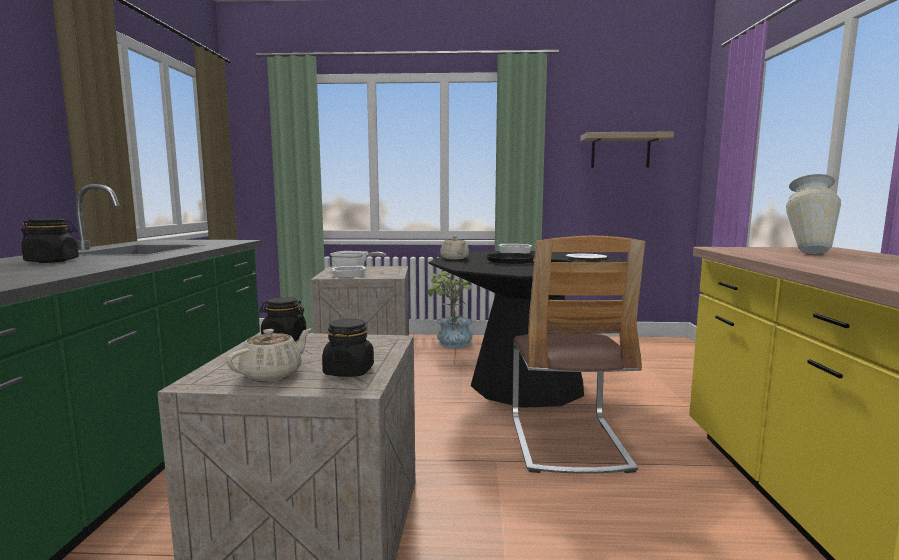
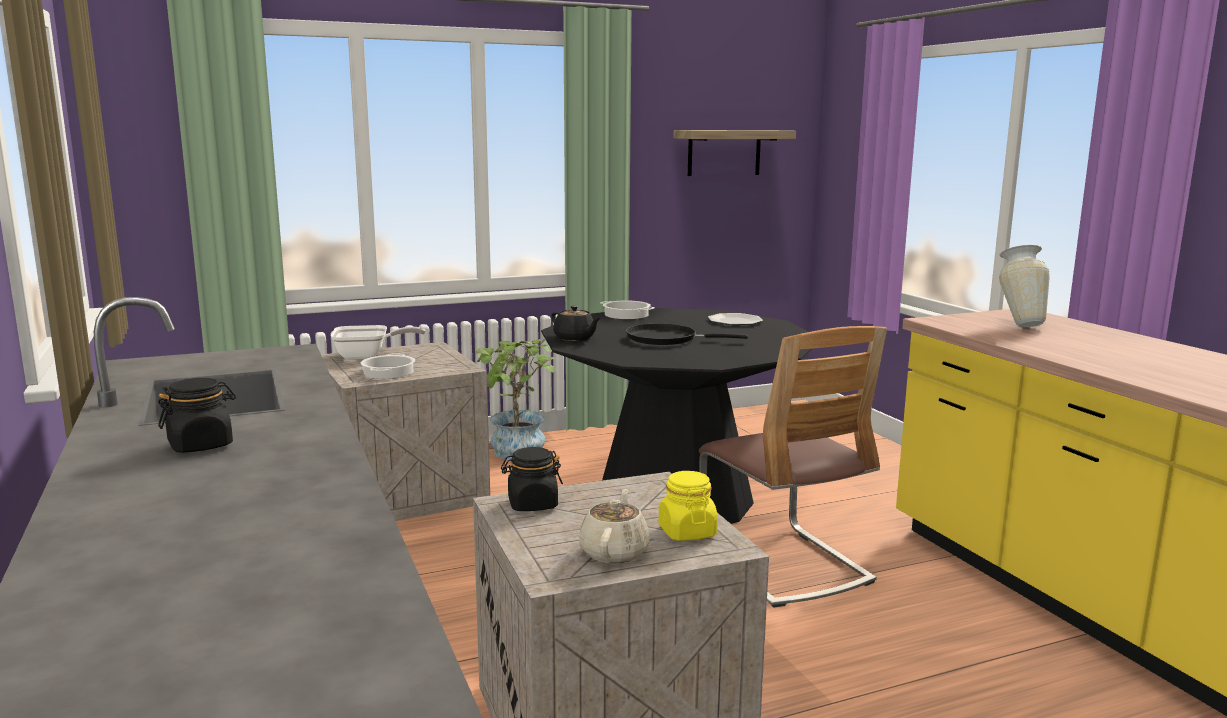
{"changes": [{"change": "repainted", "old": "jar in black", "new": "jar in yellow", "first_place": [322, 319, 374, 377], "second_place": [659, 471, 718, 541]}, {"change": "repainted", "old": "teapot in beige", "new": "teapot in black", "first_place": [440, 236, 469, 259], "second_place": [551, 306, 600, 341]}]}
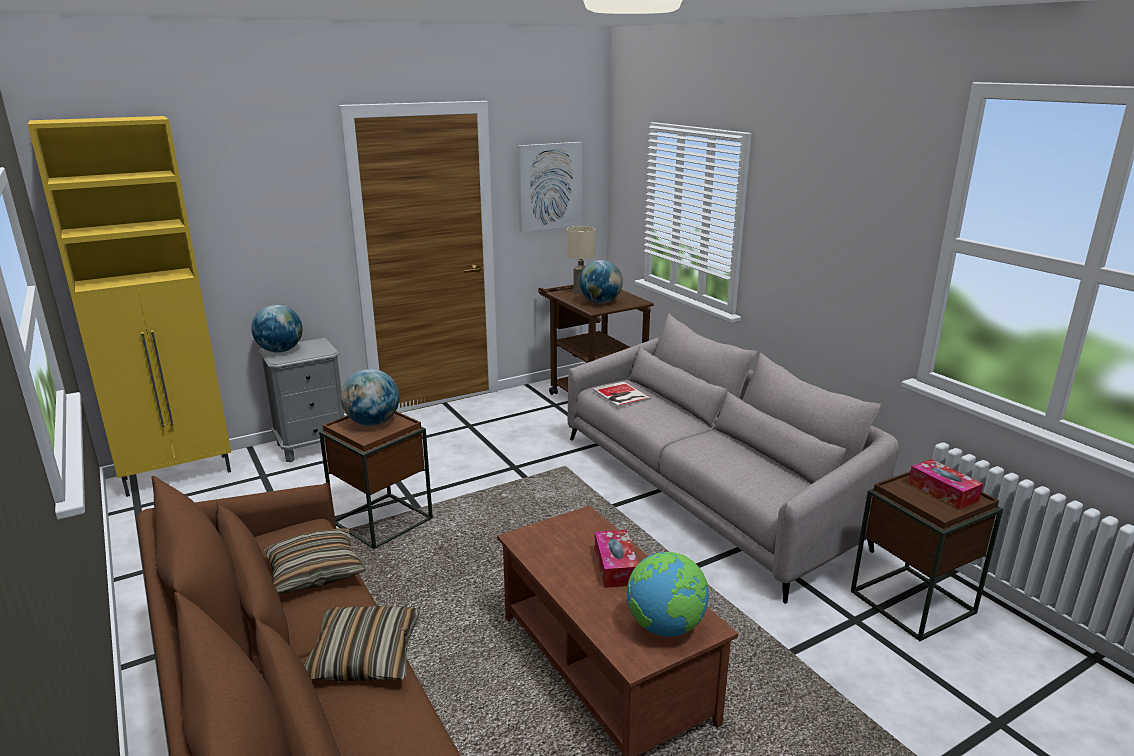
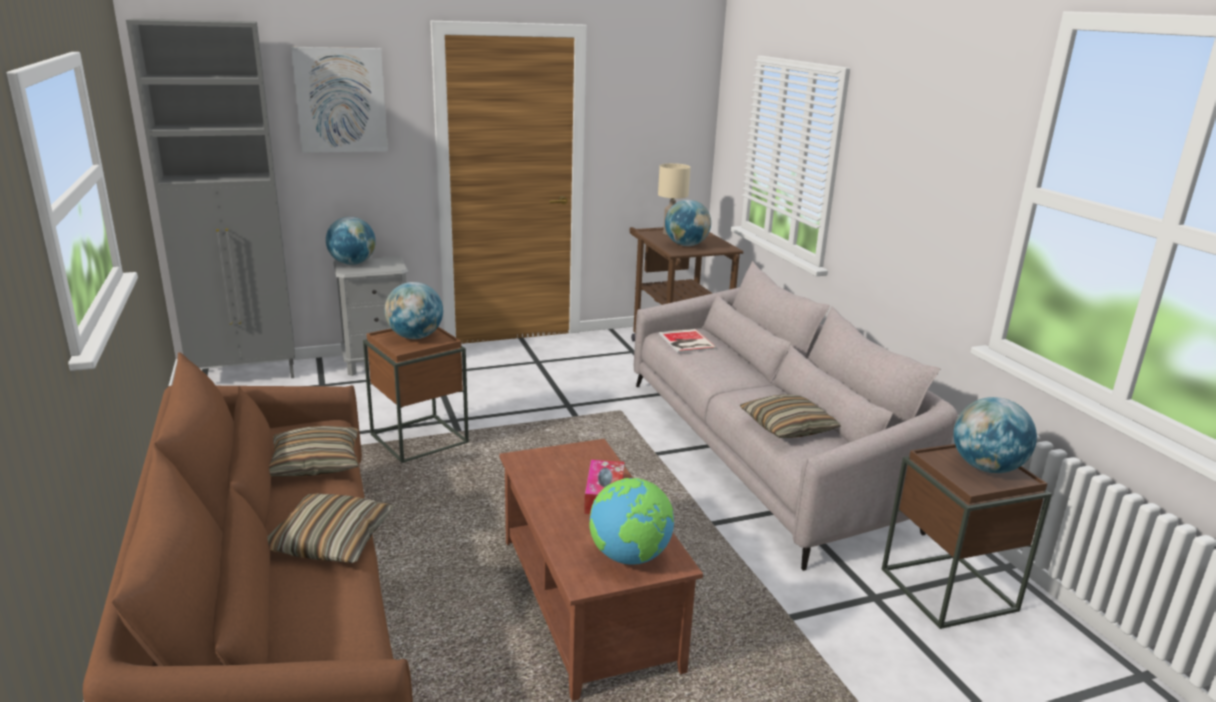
{"changes": [{"change": "new", "new": "pillow", "second_place": [740, 394, 841, 438]}, {"change": "shifted", "old": "picture", "first_place": [518, 142, 582, 232], "second_place": [291, 47, 388, 153]}, {"change": "swapped", "old": "tissue box", "new": "globe", "first_place": [908, 459, 983, 510], "second_place": [953, 397, 1037, 473]}, {"change": "repainted", "old": "cabinet in yellow", "new": "cabinet in grey", "first_place": [27, 116, 231, 497], "second_place": [126, 18, 295, 378]}]}
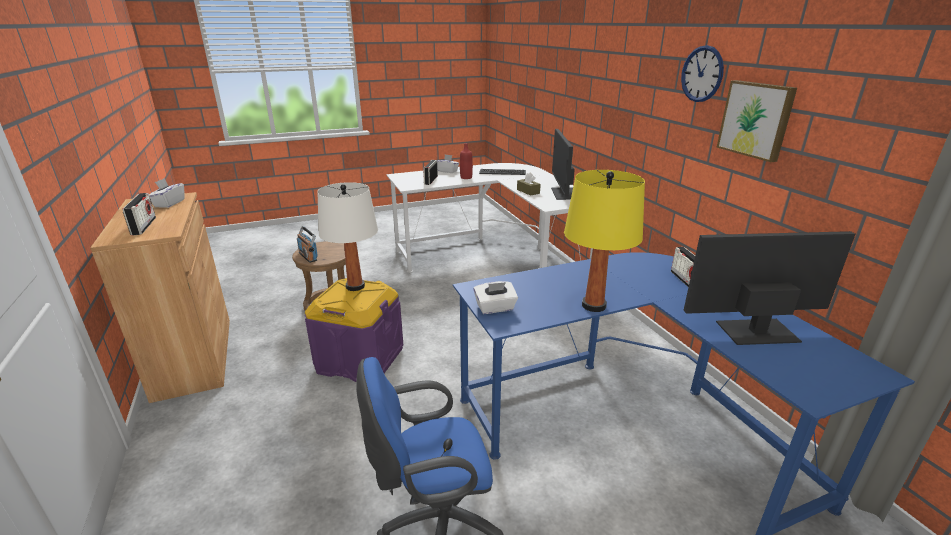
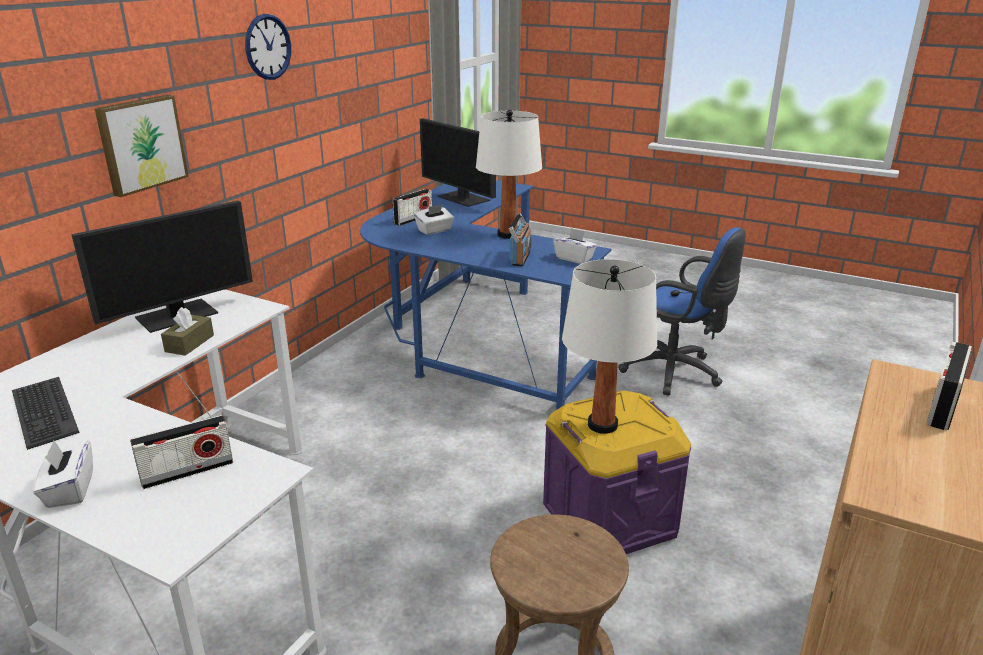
{"changes": [{"change": "gone", "old": "bottle in red", "first_place": [460, 143, 473, 179]}, {"change": "shifted", "old": "tissue box in white", "first_place": [149, 178, 184, 208], "second_place": [414, 205, 454, 235]}, {"change": "shifted", "old": "radio", "first_place": [297, 226, 318, 263], "second_place": [509, 213, 532, 266]}, {"change": "shifted", "old": "picture", "first_place": [716, 80, 797, 162], "second_place": [95, 95, 189, 197]}, {"change": "repainted", "old": "table lamp in yellow", "new": "table lamp in white", "first_place": [564, 170, 645, 312], "second_place": [476, 110, 542, 239]}]}
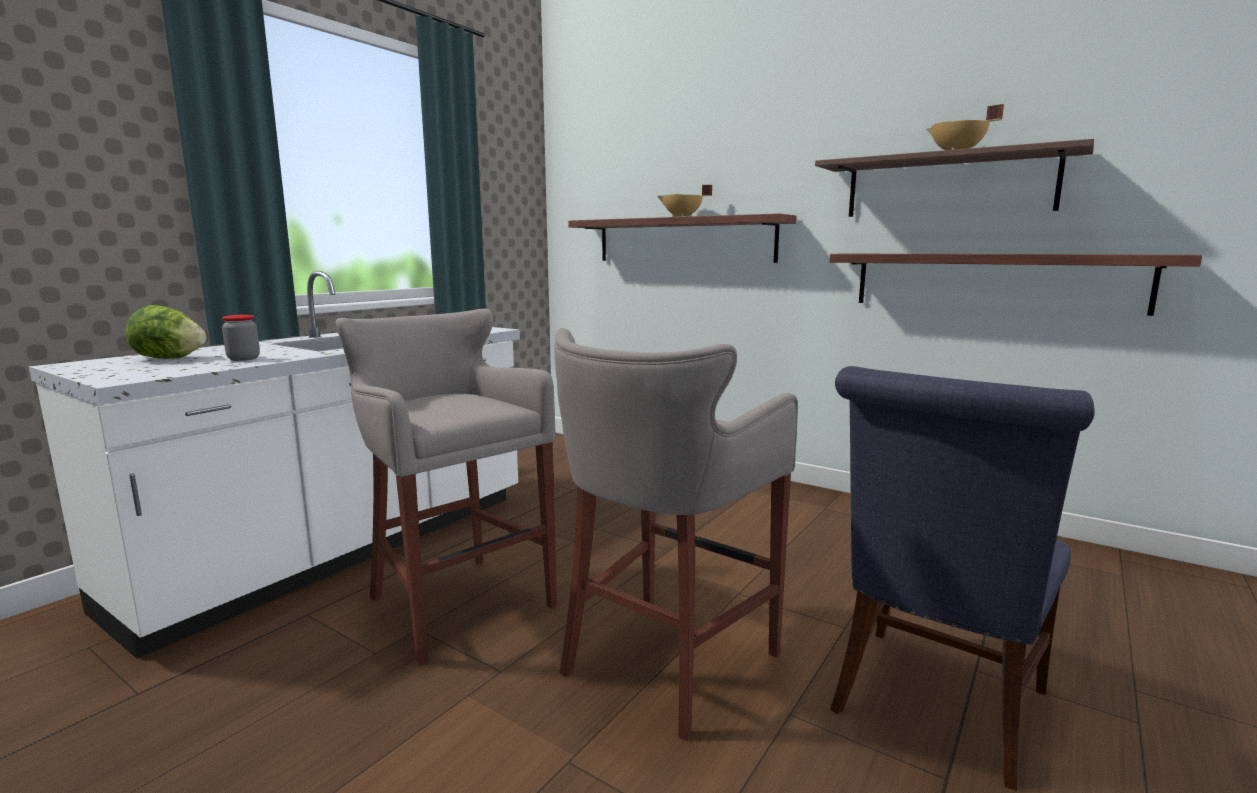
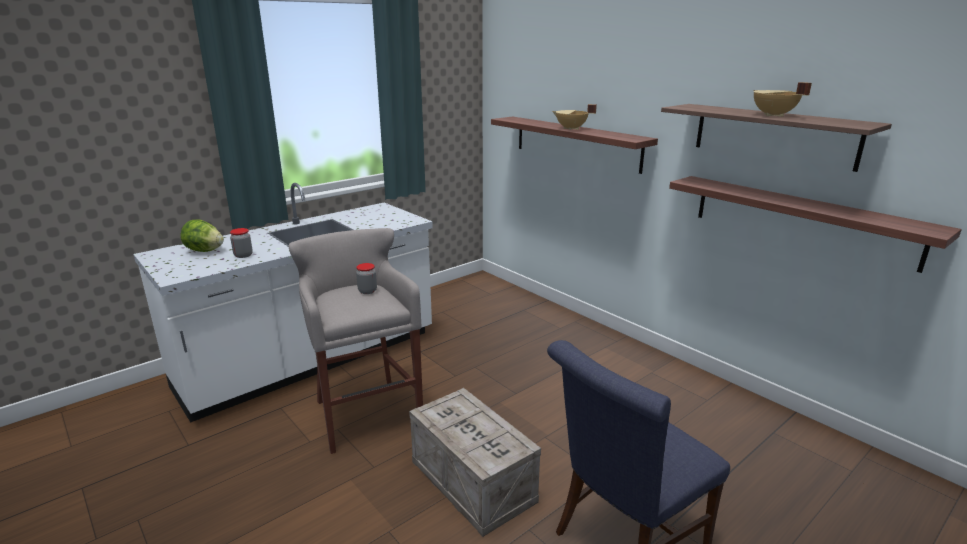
{"changes": [{"change": "new", "new": "jar", "second_place": [356, 263, 377, 294]}, {"change": "swapped", "old": "stool in grey", "new": "crate", "first_place": [554, 328, 798, 741], "second_place": [409, 388, 541, 537]}]}
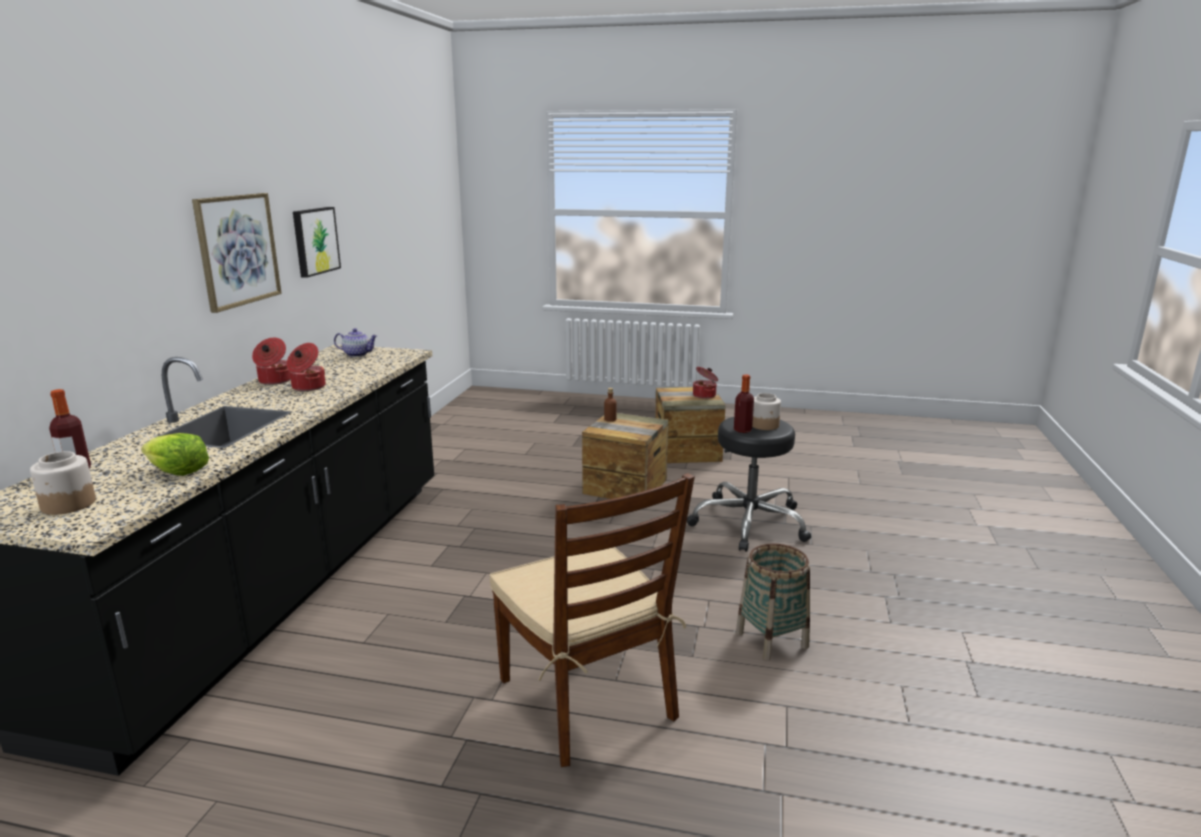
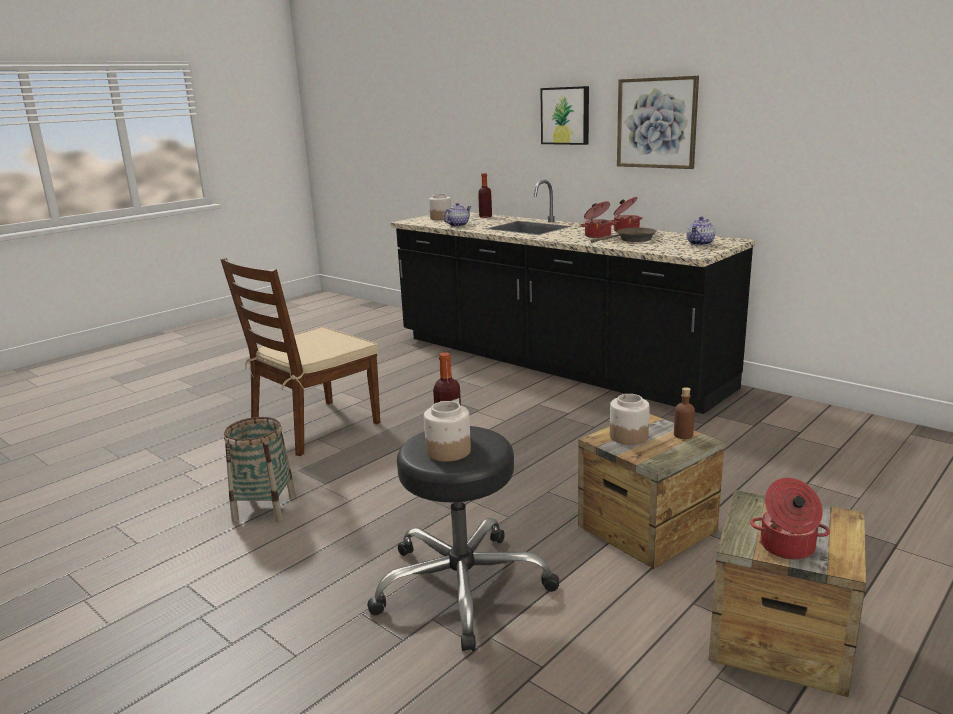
{"changes": [{"change": "new", "new": "frying pan in brown", "second_place": [590, 227, 657, 243]}, {"change": "new", "new": "jar", "second_place": [610, 394, 650, 445]}, {"change": "shifted", "old": "picture", "first_place": [293, 207, 341, 278], "second_place": [540, 86, 589, 145]}, {"change": "swapped", "old": "lettuce", "new": "teapot", "first_place": [141, 433, 209, 476], "second_place": [443, 203, 472, 227]}, {"change": "rotated", "old": "chair in brown", "first_place": [490, 473, 695, 767], "second_place": [220, 257, 380, 456], "degrees": -45}]}
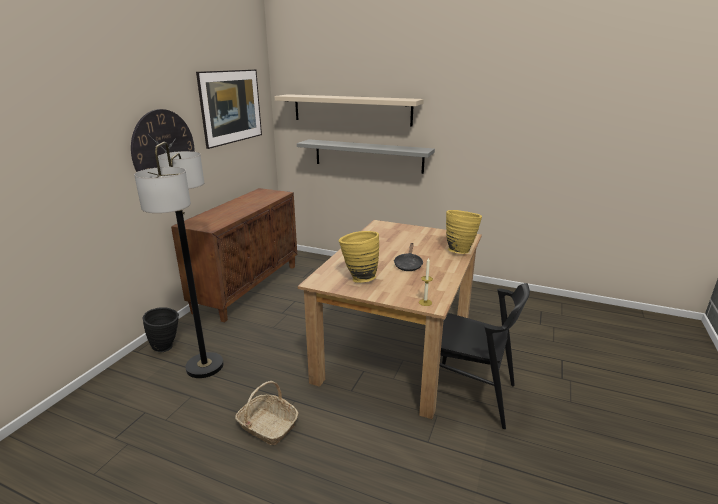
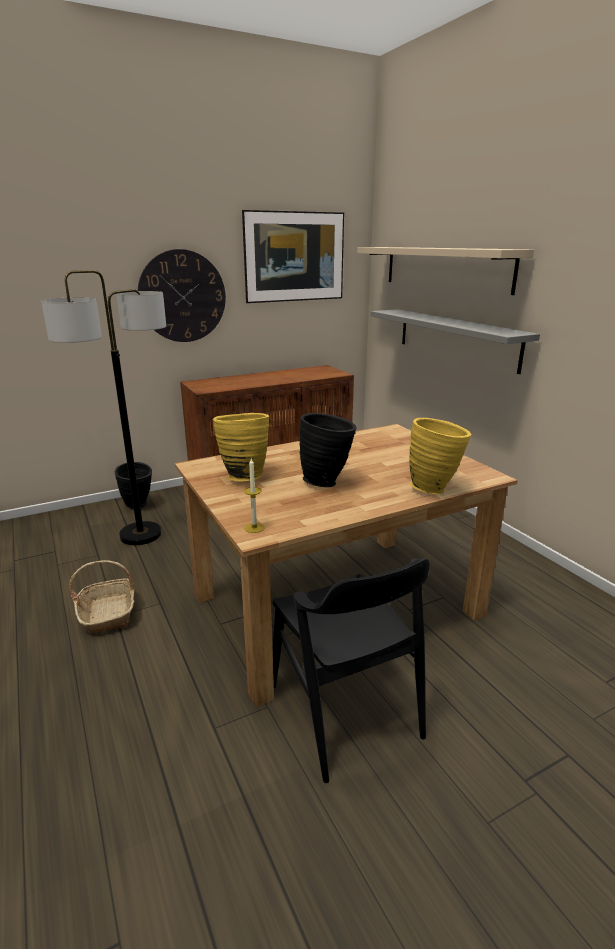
{"changes": [{"change": "swapped", "old": "frying pan in black", "new": "vase in black", "first_place": [394, 243, 423, 271], "second_place": [299, 413, 356, 487]}]}
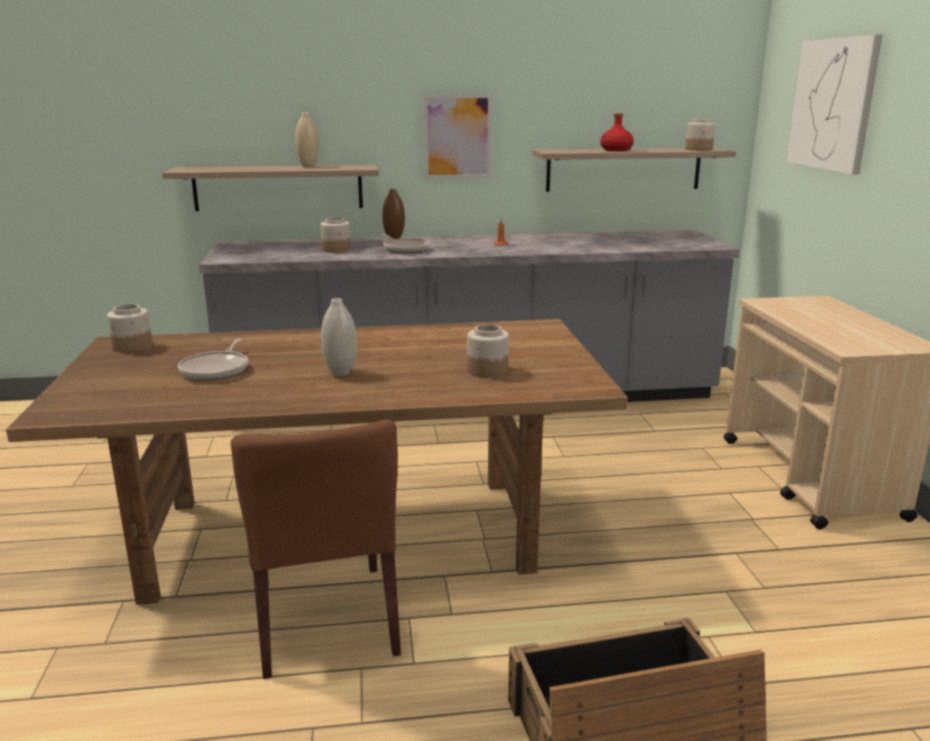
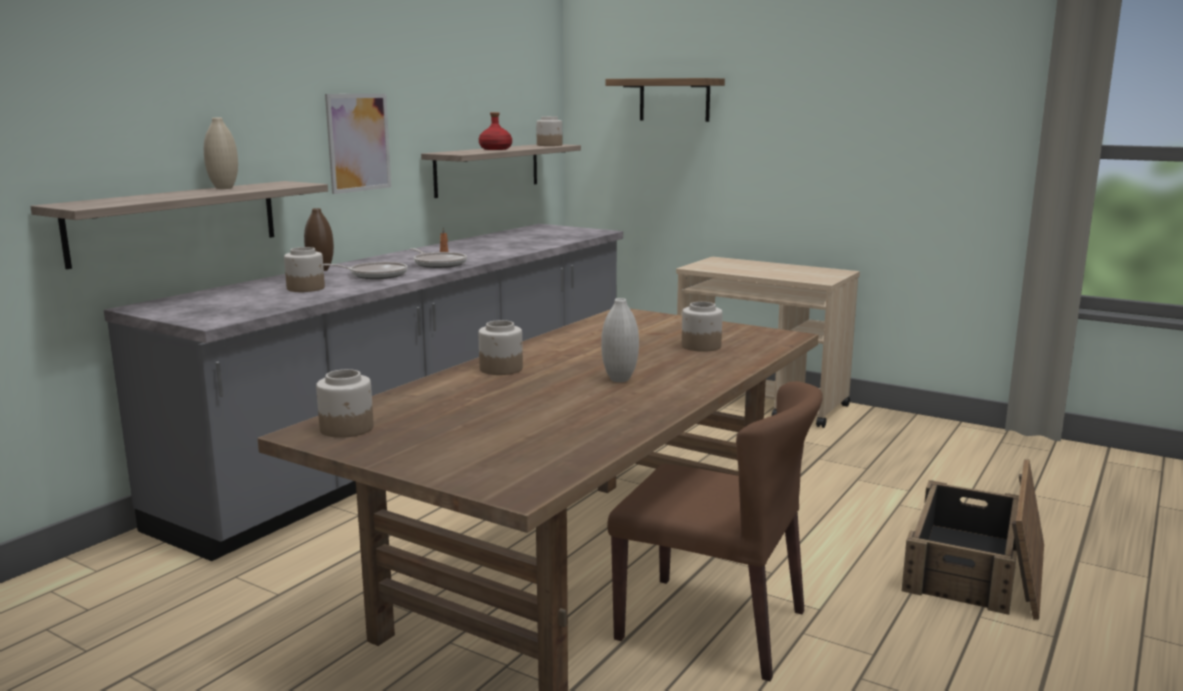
{"changes": [{"change": "new", "new": "jar", "second_place": [478, 320, 523, 375]}, {"change": "shifted", "old": "frying pan", "first_place": [178, 339, 248, 381], "second_place": [410, 248, 467, 268]}, {"change": "swapped", "old": "picture", "new": "shelf", "first_place": [786, 35, 883, 174], "second_place": [605, 78, 725, 122]}]}
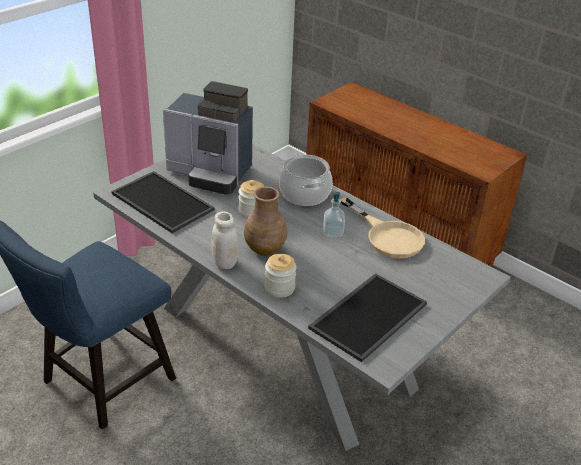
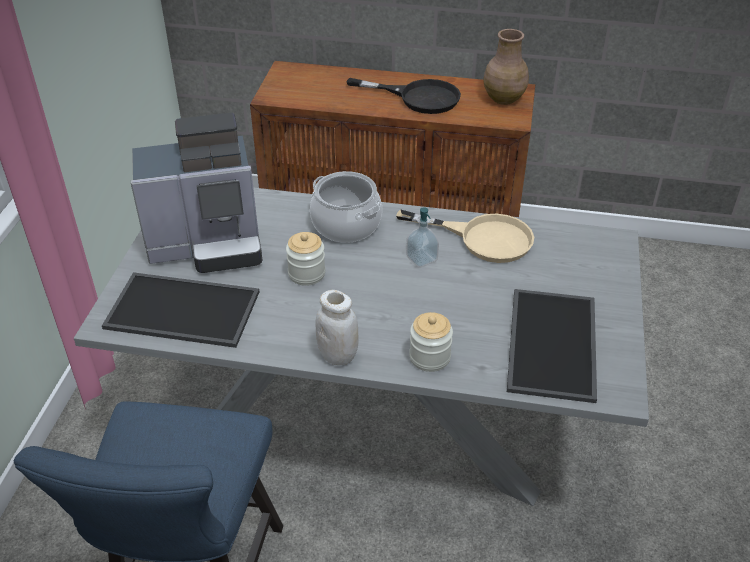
{"changes": [{"change": "new", "new": "frying pan in black", "second_place": [346, 78, 461, 114]}, {"change": "shifted", "old": "vase in brown", "first_place": [244, 187, 287, 256], "second_place": [483, 29, 529, 105]}]}
